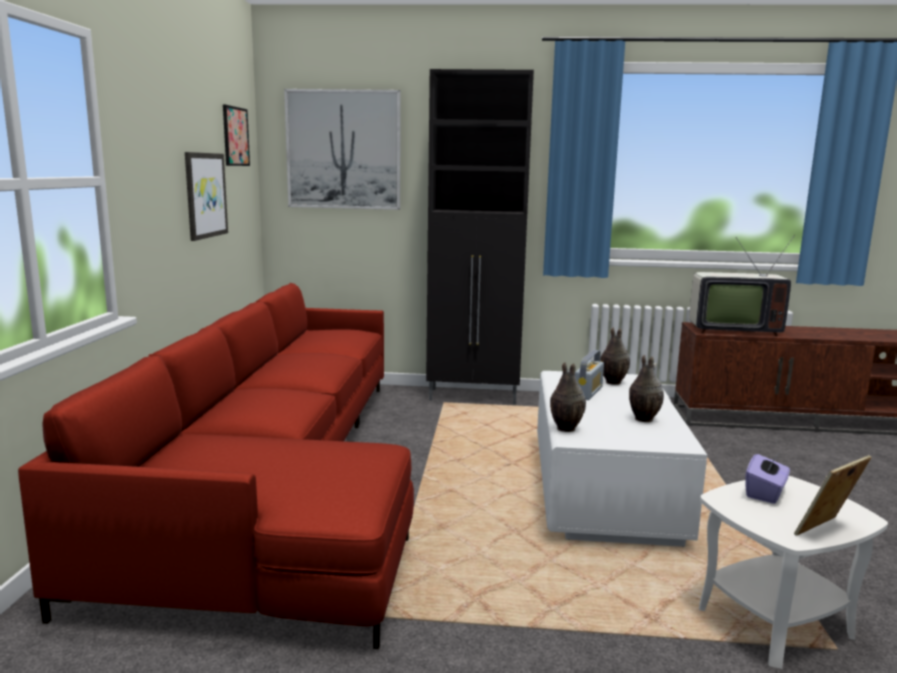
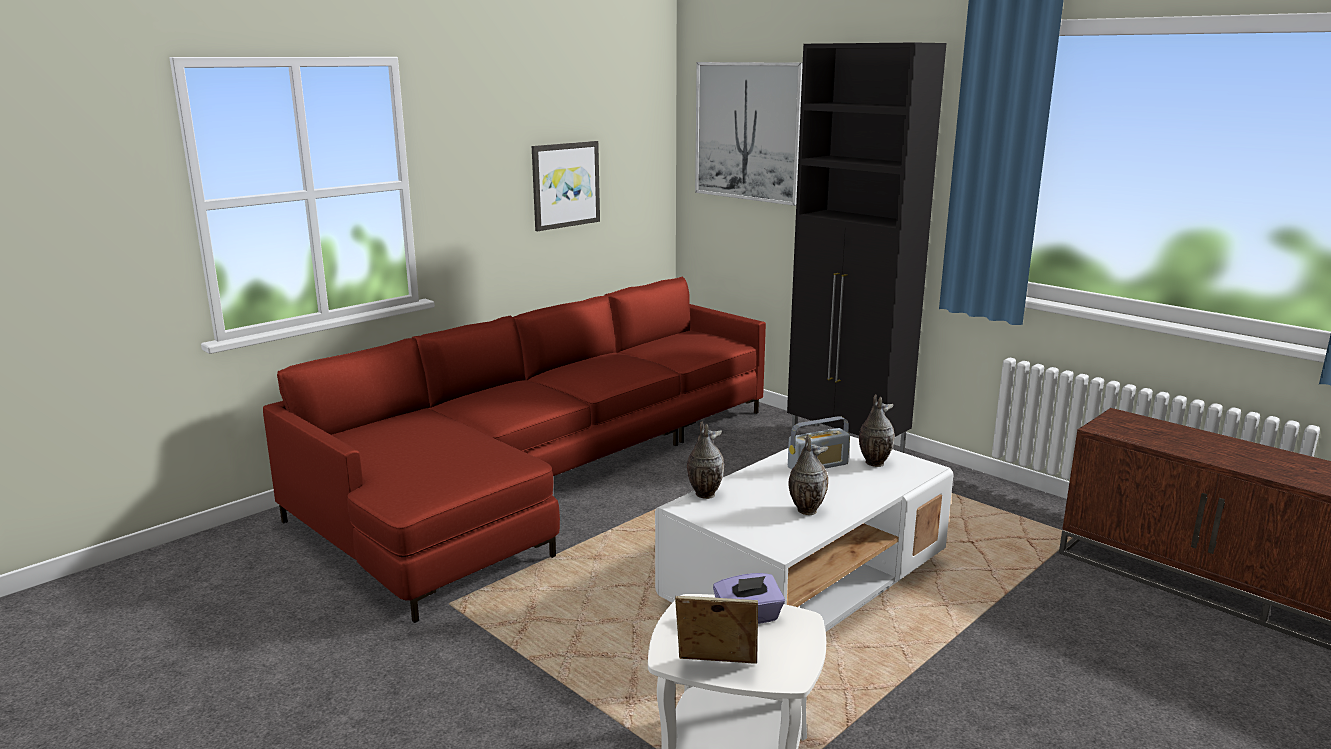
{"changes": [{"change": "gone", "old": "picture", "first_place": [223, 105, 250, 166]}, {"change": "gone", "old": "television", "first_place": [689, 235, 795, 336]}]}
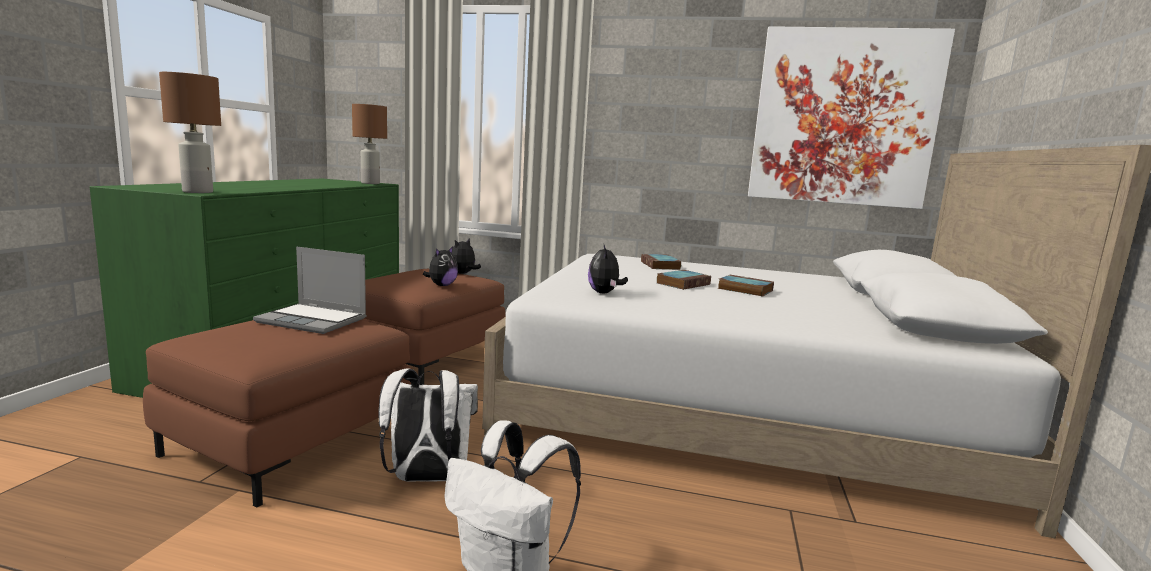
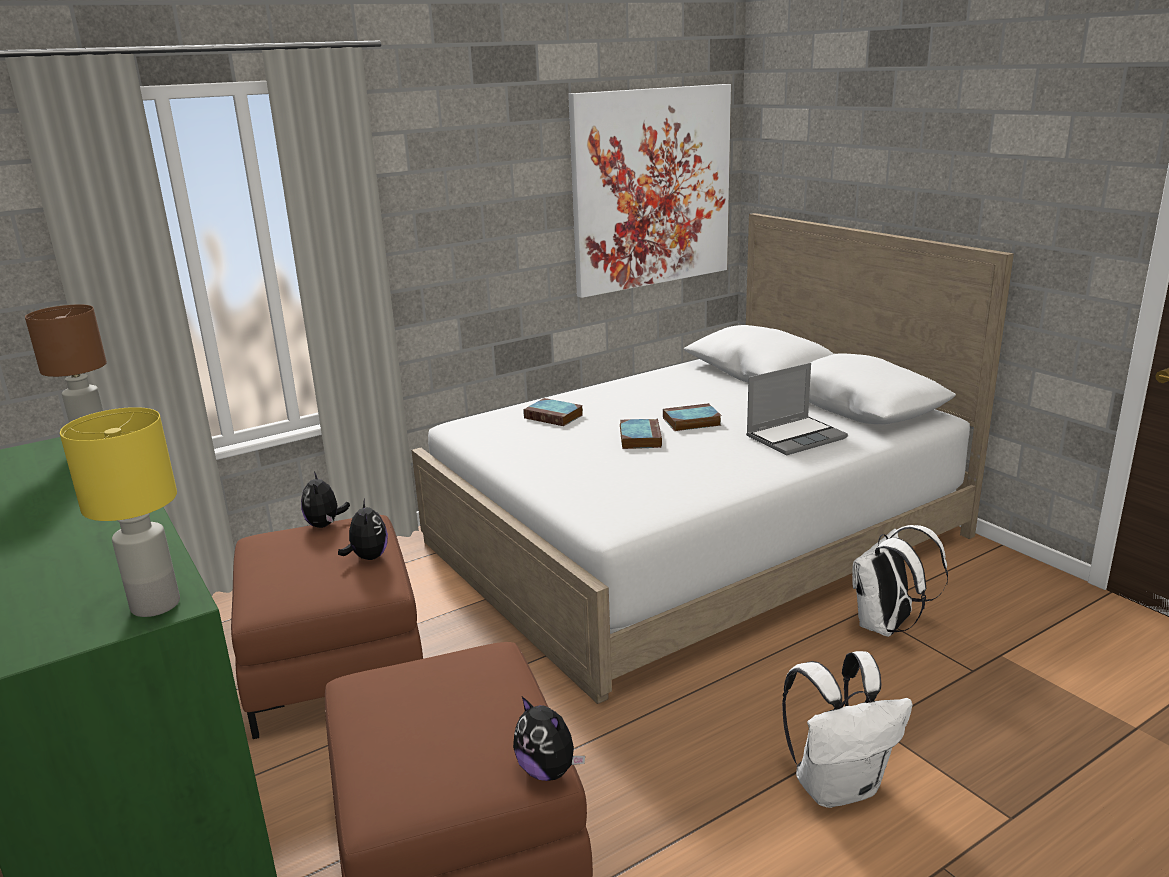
{"changes": [{"change": "shifted", "old": "laptop", "first_place": [253, 247, 366, 334], "second_place": [746, 363, 848, 456]}, {"change": "shifted", "old": "backpack in white", "first_place": [378, 368, 478, 482], "second_place": [852, 525, 948, 637]}, {"change": "shifted", "old": "plush toy", "first_place": [588, 245, 628, 293], "second_place": [513, 697, 585, 781]}, {"change": "repainted", "old": "table lamp in brown", "new": "table lamp in yellow", "first_place": [159, 72, 221, 193], "second_place": [60, 407, 180, 617]}]}
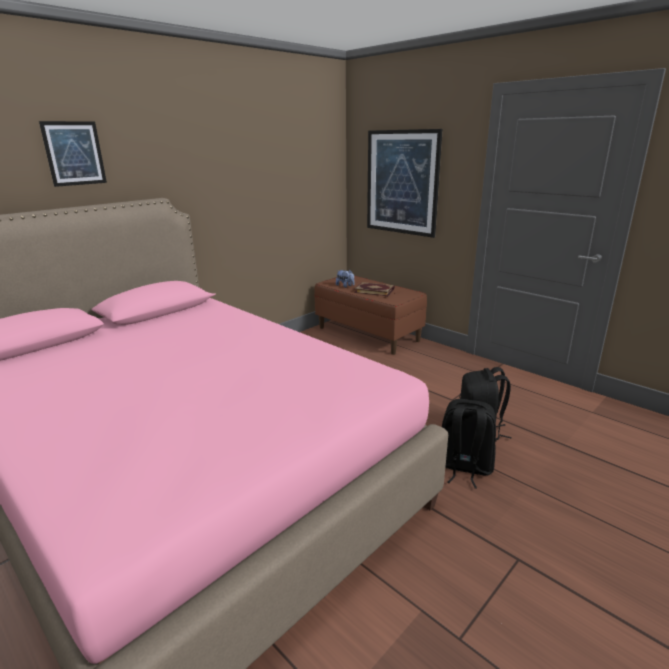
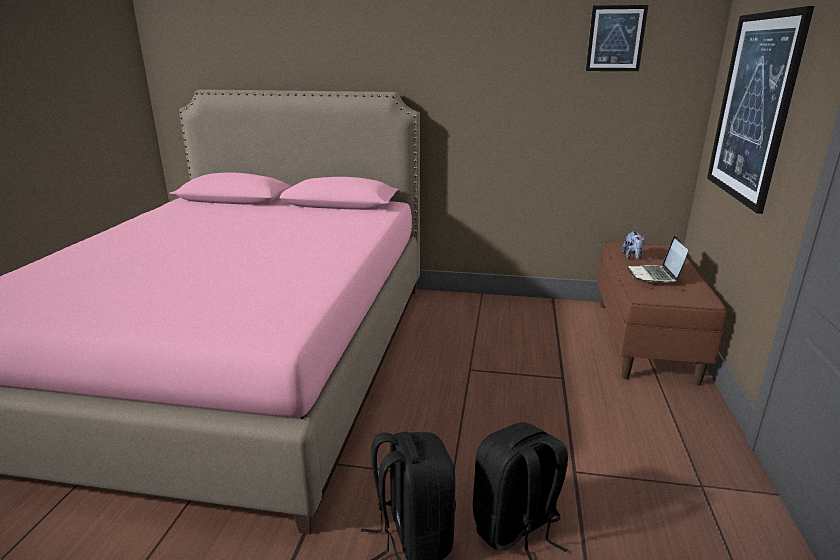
{"changes": [{"change": "shifted", "old": "picture", "first_place": [39, 121, 107, 187], "second_place": [586, 5, 648, 71]}, {"change": "swapped", "old": "book", "new": "laptop", "first_place": [354, 282, 395, 296], "second_place": [627, 236, 688, 283]}]}
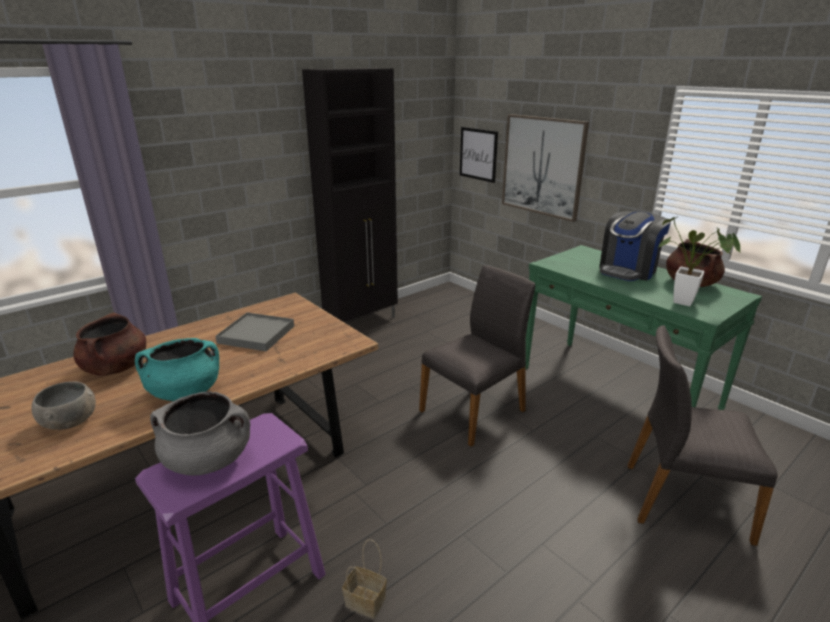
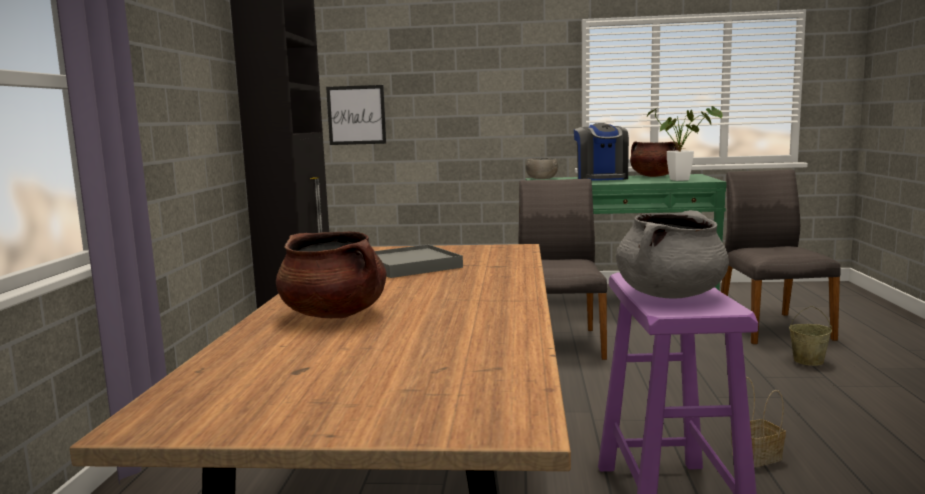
{"changes": [{"change": "gone", "old": "cooking pot in turquoise", "first_place": [135, 338, 219, 401]}, {"change": "gone", "old": "picture", "first_place": [502, 114, 589, 222]}, {"change": "new", "new": "bucket in beige", "second_place": [789, 306, 832, 366]}, {"change": "shifted", "old": "bowl in grey", "first_place": [31, 381, 96, 430], "second_place": [526, 158, 558, 179]}, {"change": "rotated", "old": "chair in grey", "first_place": [627, 325, 778, 546], "second_place": [721, 169, 841, 344], "degrees": 120}]}
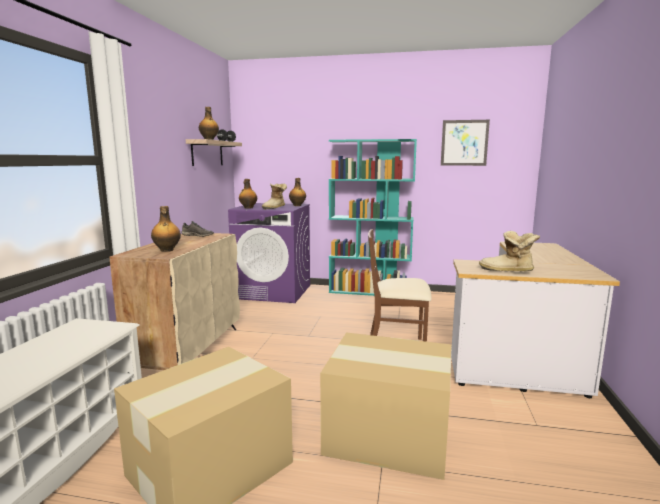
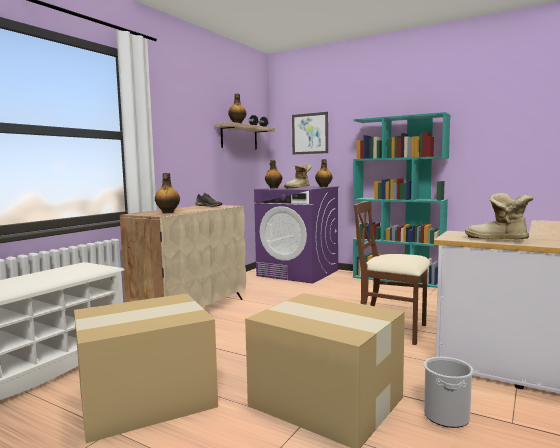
{"changes": [{"change": "new", "new": "bucket", "second_place": [424, 357, 474, 428]}, {"change": "shifted", "old": "picture", "first_place": [441, 120, 490, 166], "second_place": [292, 112, 328, 154]}]}
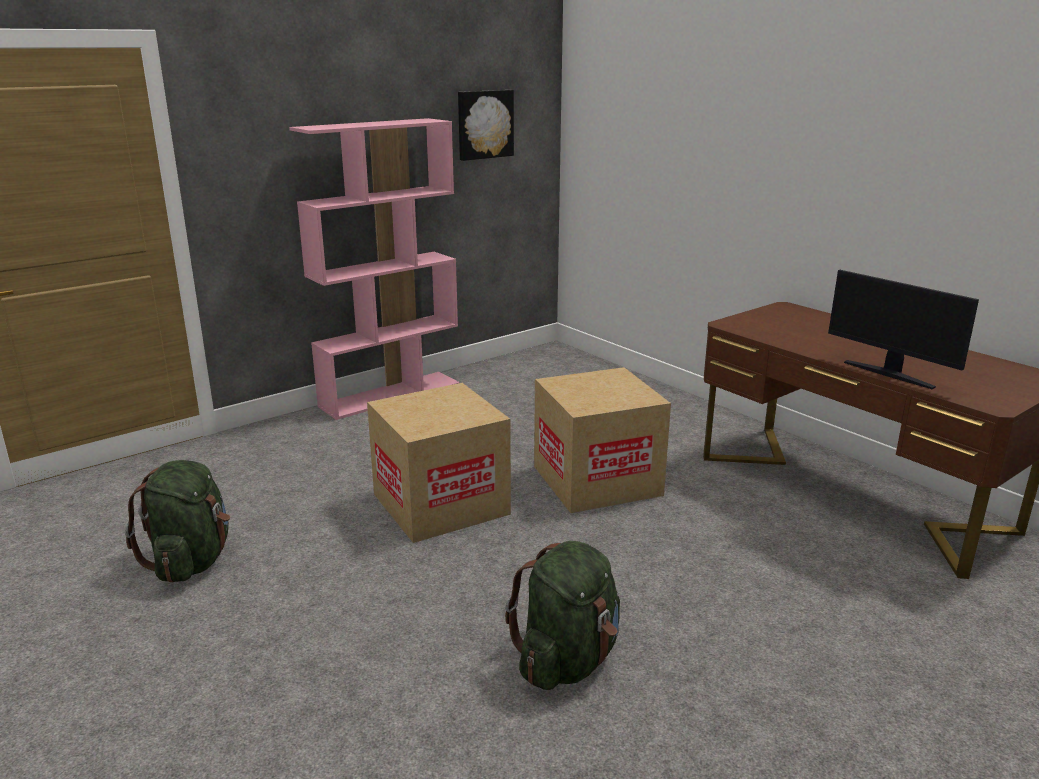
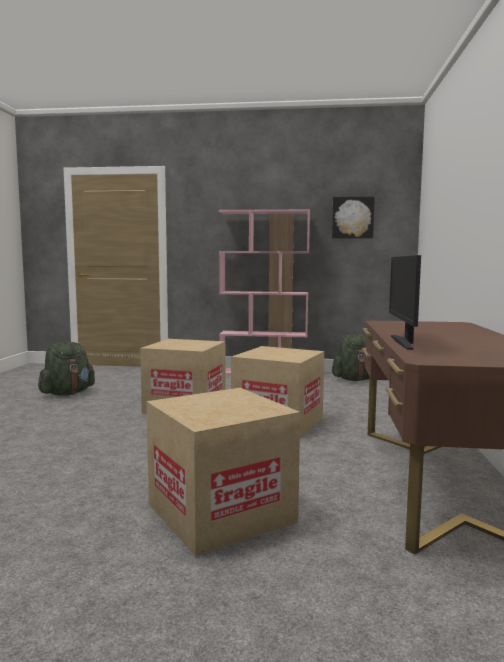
{"changes": [{"change": "new", "new": "cardboard box", "second_place": [146, 388, 300, 556]}, {"change": "shifted", "old": "backpack in green", "first_place": [505, 541, 620, 690], "second_place": [332, 334, 370, 381]}]}
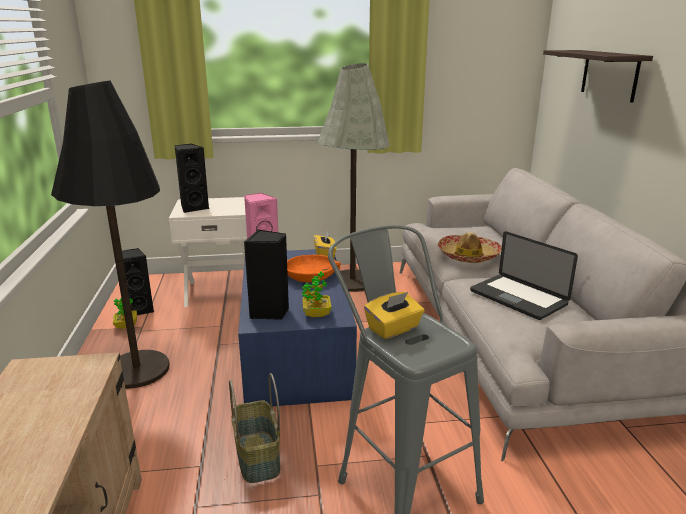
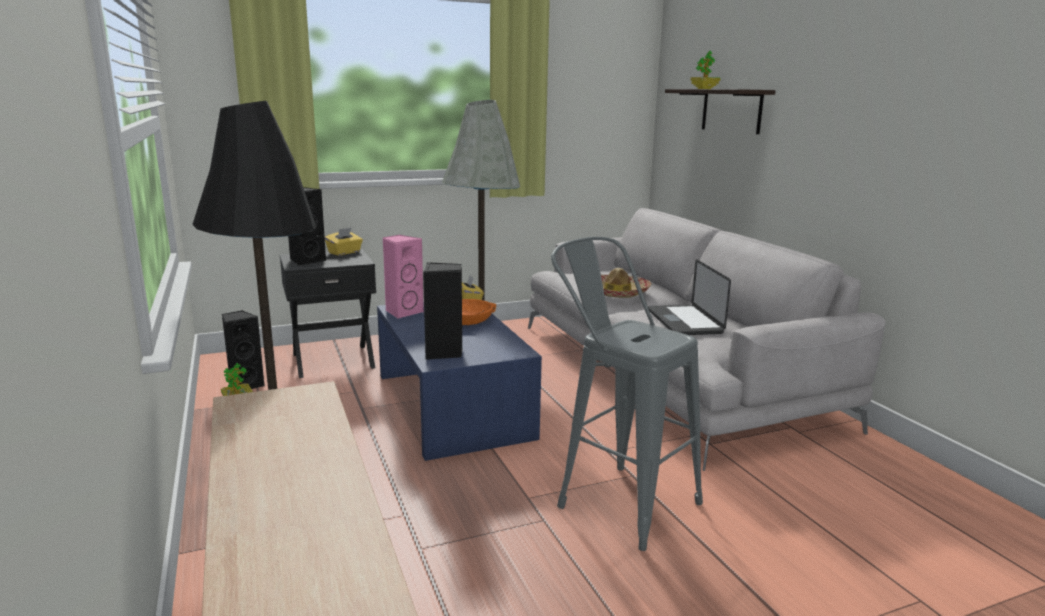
{"changes": [{"change": "gone", "old": "basket", "first_place": [229, 373, 280, 483]}, {"change": "shifted", "old": "potted plant", "first_place": [302, 271, 331, 317], "second_place": [690, 51, 720, 89]}, {"change": "shifted", "old": "tissue box in yellow", "first_place": [364, 292, 424, 339], "second_place": [325, 228, 363, 256]}, {"change": "repainted", "old": "nightstand in white", "new": "nightstand in black", "first_place": [169, 197, 247, 307], "second_place": [280, 249, 376, 378]}, {"change": "rotated", "old": "laptop", "first_place": [470, 231, 578, 320], "second_place": [648, 259, 731, 335], "degrees": 45}]}
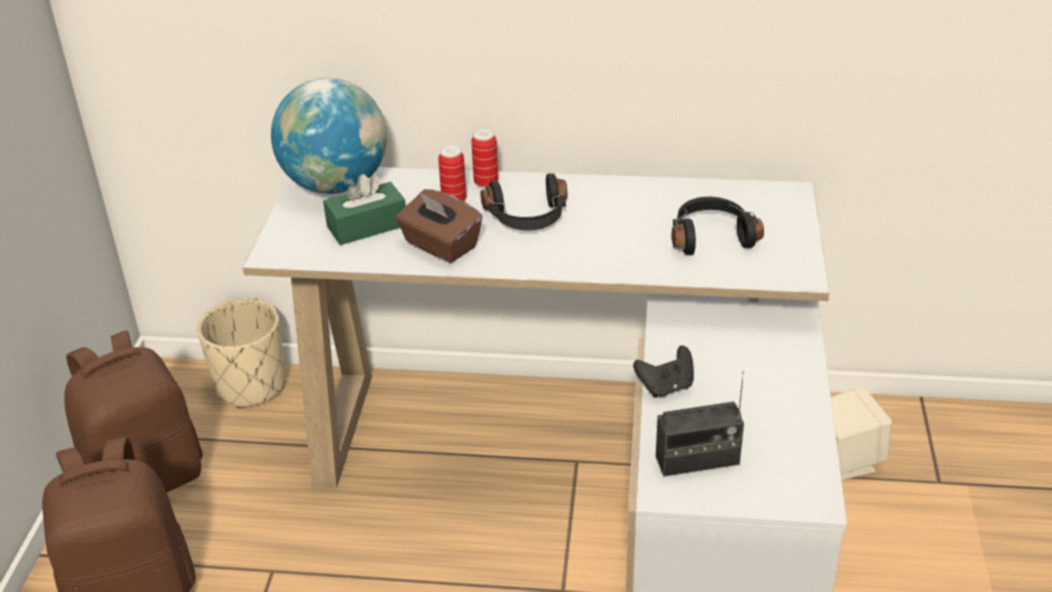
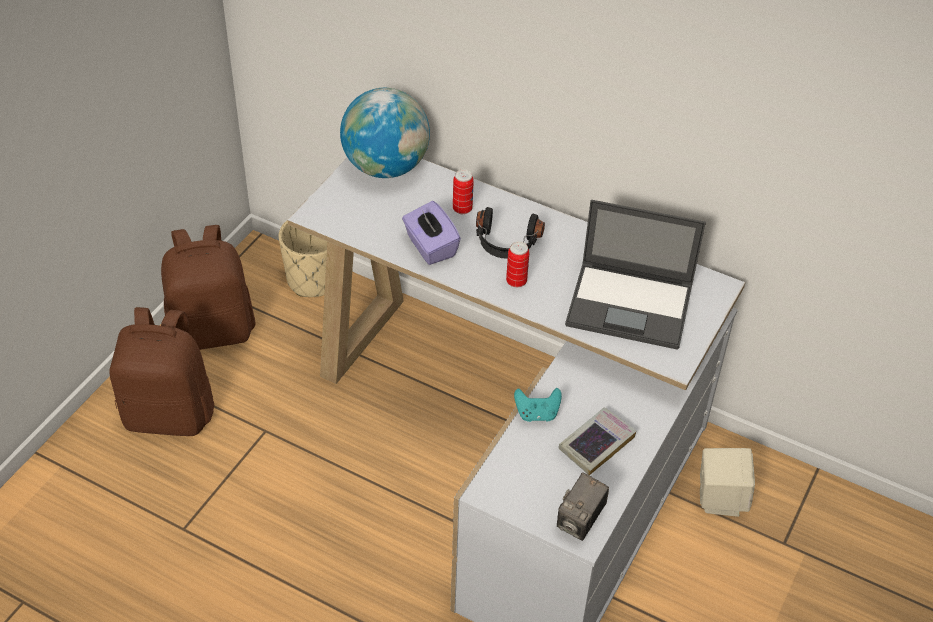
{"changes": [{"change": "gone", "old": "tissue box in green", "first_place": [323, 174, 406, 245]}, {"change": "gone", "old": "radio", "first_place": [656, 371, 744, 477]}, {"change": "new", "new": "photo camera", "second_place": [557, 472, 609, 541]}, {"change": "new", "new": "book", "second_place": [558, 407, 636, 476]}, {"change": "shifted", "old": "can", "first_place": [471, 128, 498, 188], "second_place": [506, 241, 529, 287]}, {"change": "swapped", "old": "headphones in black", "new": "laptop", "first_place": [672, 197, 764, 255], "second_place": [565, 200, 706, 350]}, {"change": "repainted", "old": "tissue box in brown", "new": "tissue box in purple", "first_place": [396, 189, 482, 263], "second_place": [402, 201, 461, 265]}, {"change": "repainted", "old": "game controller in black", "new": "game controller in turquoise", "first_place": [633, 345, 694, 398], "second_place": [514, 388, 562, 422]}]}
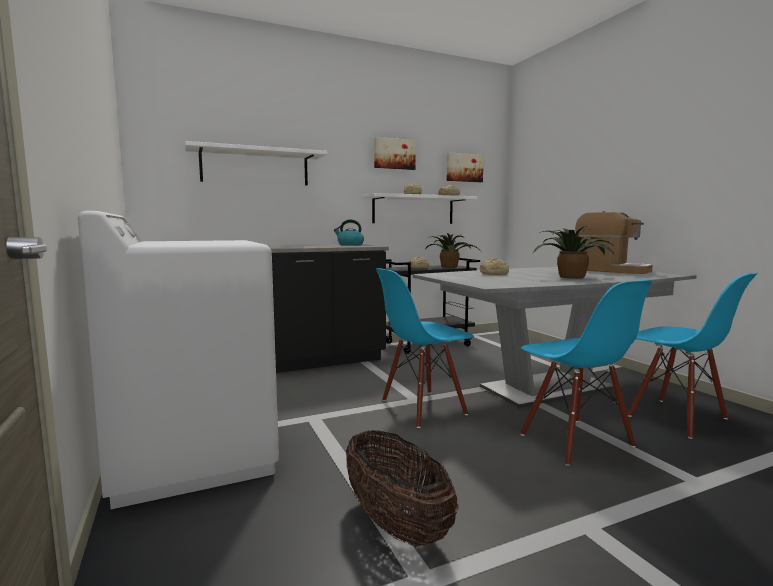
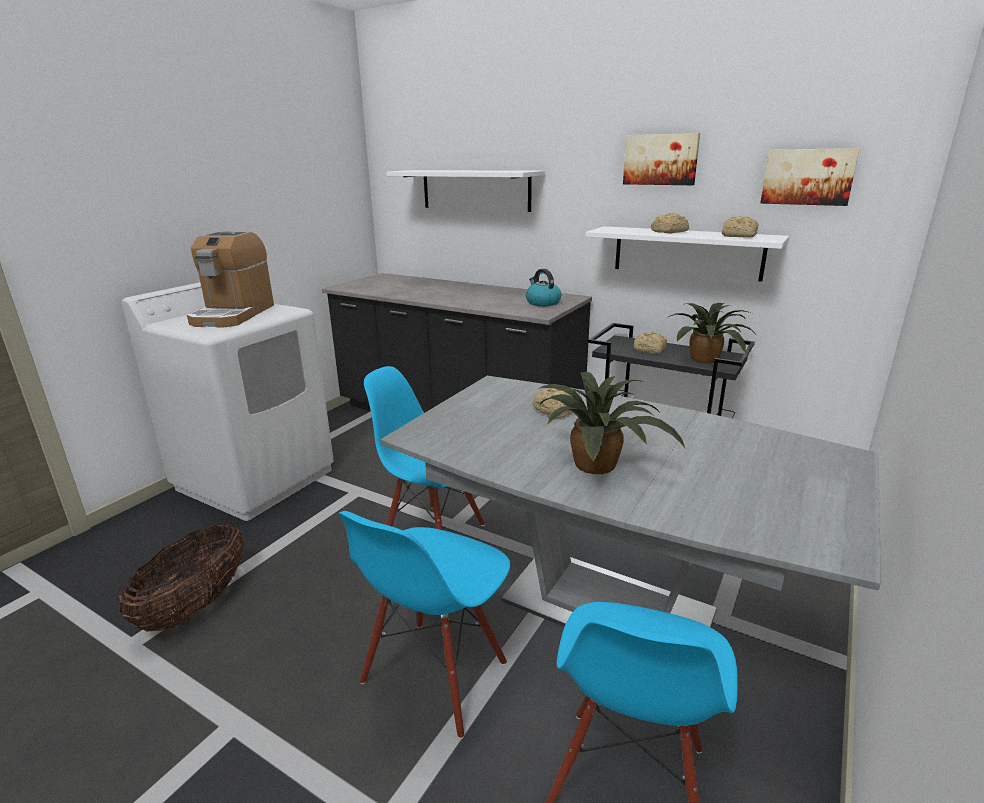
{"changes": [{"change": "shifted", "old": "coffee machine", "first_place": [575, 211, 653, 274], "second_place": [187, 231, 274, 327]}]}
